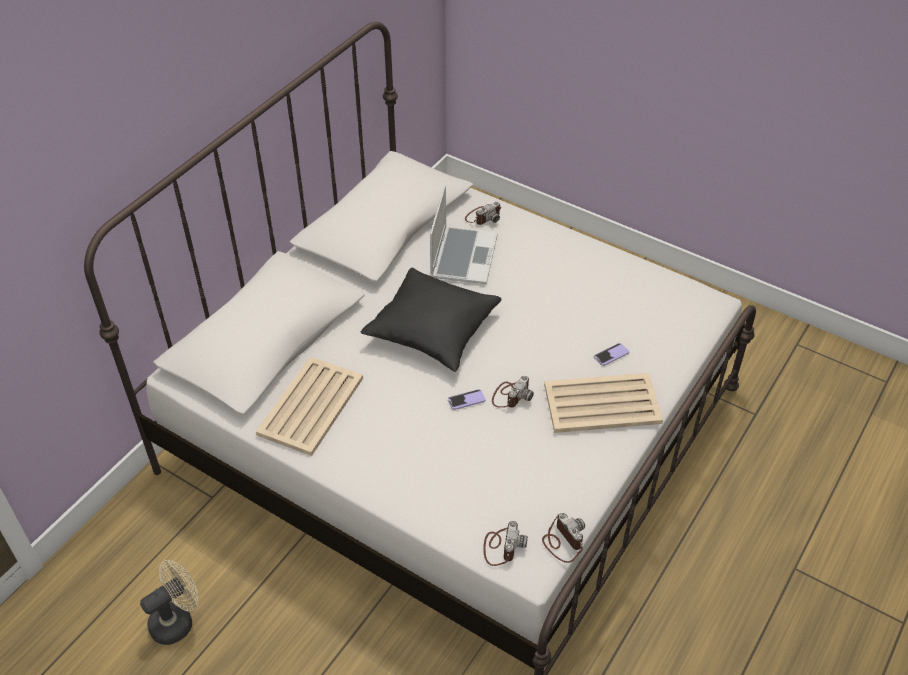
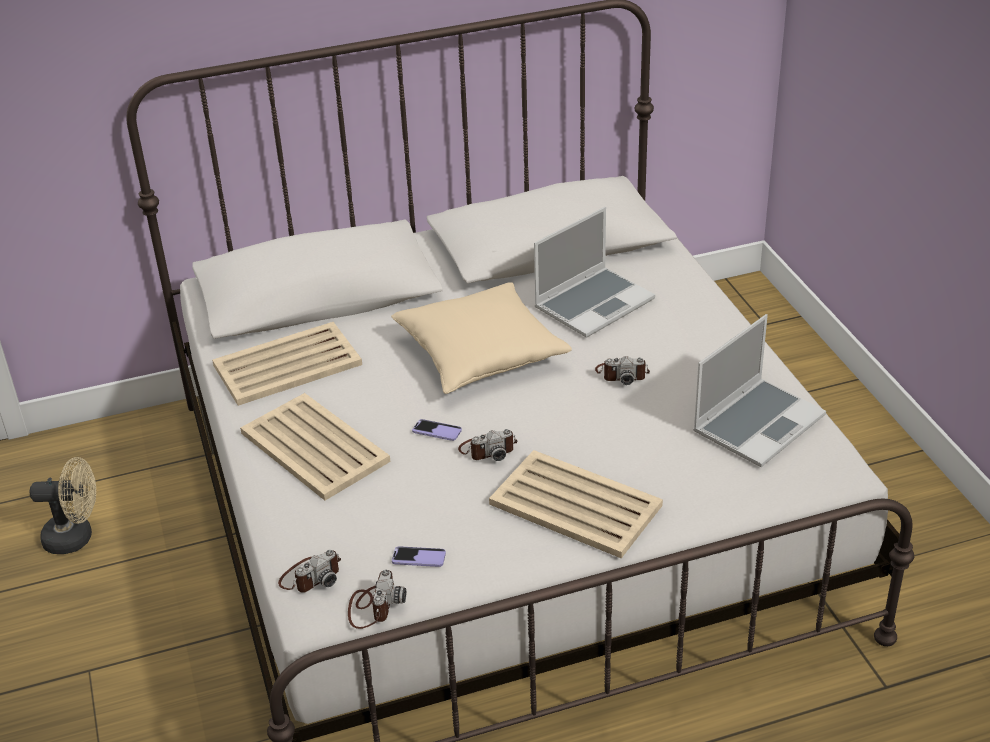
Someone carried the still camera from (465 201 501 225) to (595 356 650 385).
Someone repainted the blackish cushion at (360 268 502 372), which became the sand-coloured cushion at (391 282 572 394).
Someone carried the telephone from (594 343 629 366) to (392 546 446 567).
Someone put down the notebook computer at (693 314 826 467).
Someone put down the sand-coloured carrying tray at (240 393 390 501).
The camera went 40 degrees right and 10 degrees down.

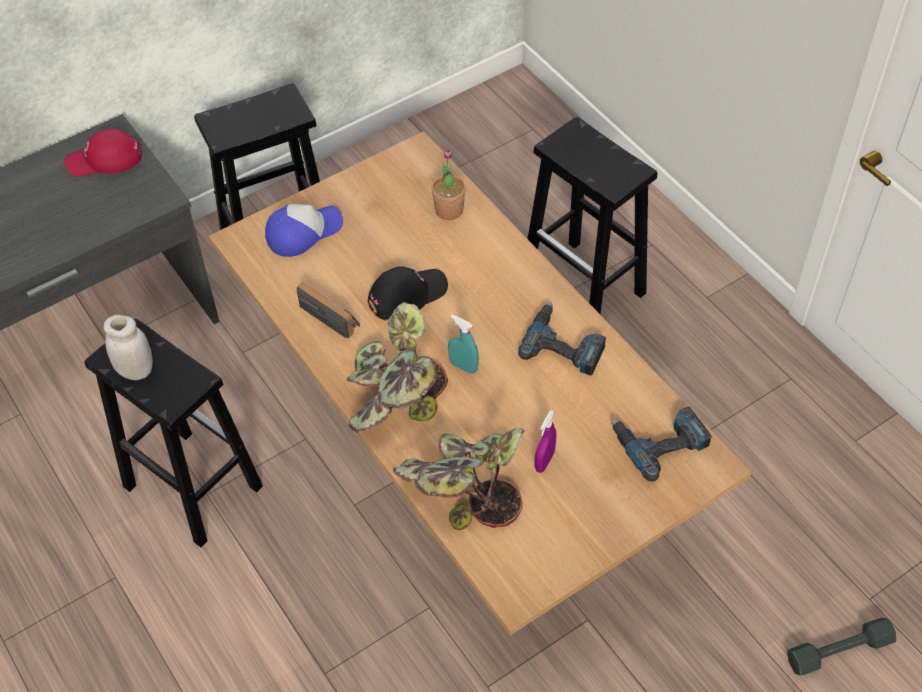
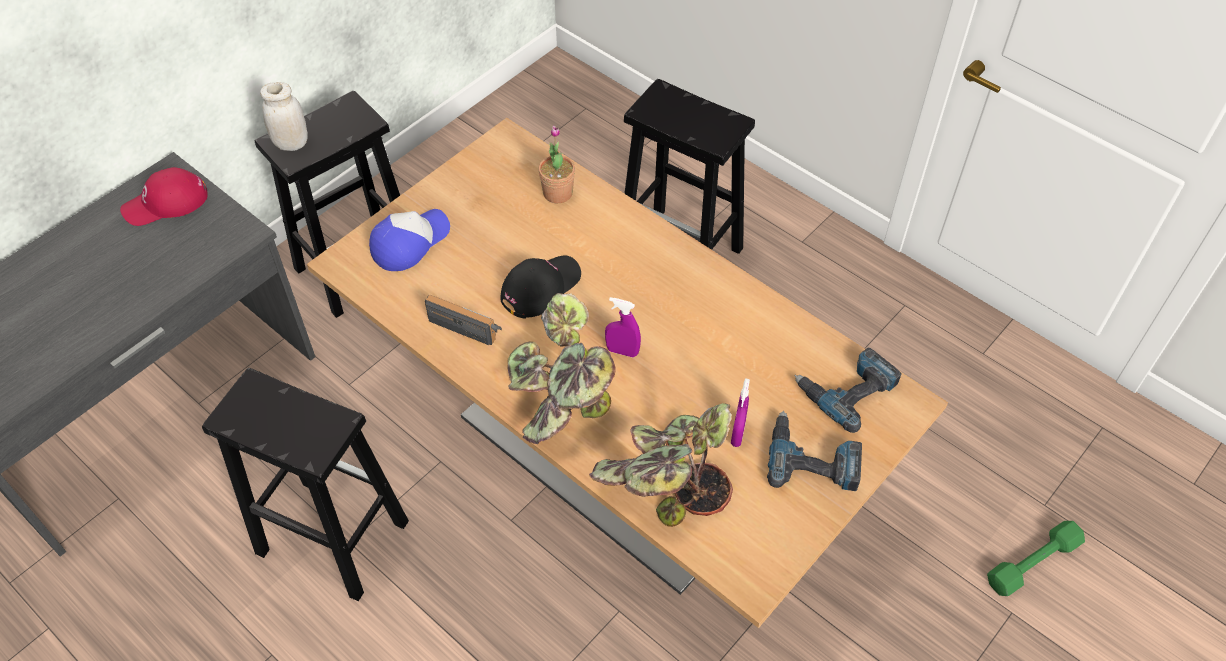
Someone carried the drill from (518 302 606 376) to (767 411 862 491).
Someone repainted the blue-green hand sprayer at (448 314 479 374), which became the purple-coloured hand sprayer at (605 297 641 357).
Someone carried the whitish preserve jar from (104 315 153 380) to (260 82 307 151).
Someone repainted the gray hand weight at (787 618 896 675), which became the greenish hand weight at (987 521 1085 596).
The camera went 15 degrees left and 0 degrees up.

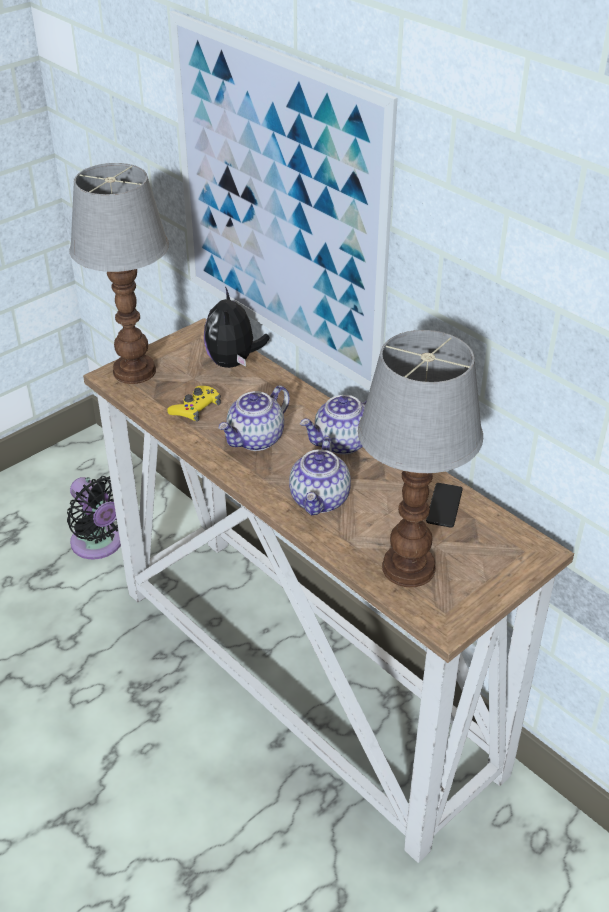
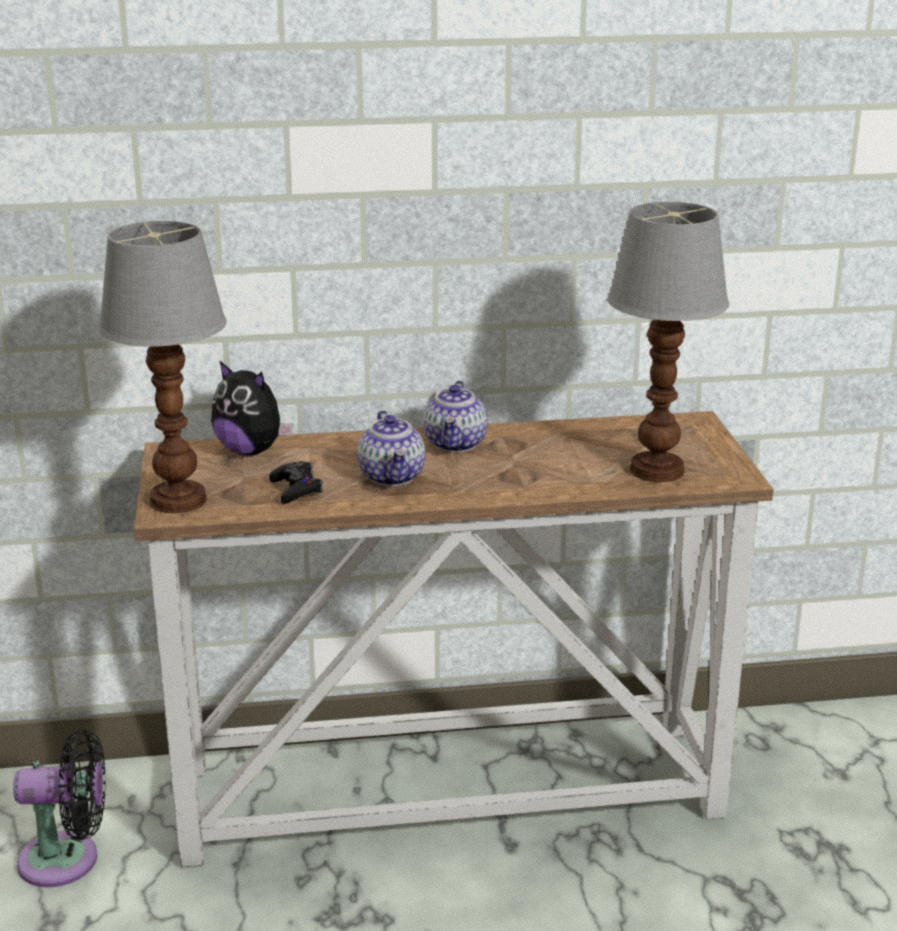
Someone took away the wall picture at (170 11 398 390).
Someone repainted the yellowish joypad at (167 386 221 422), which became the blackish joypad at (269 461 323 504).
Someone took away the pot for tea at (289 437 351 516).
Someone took away the telephone at (426 483 463 528).
The camera went 55 degrees left and 15 degrees down.

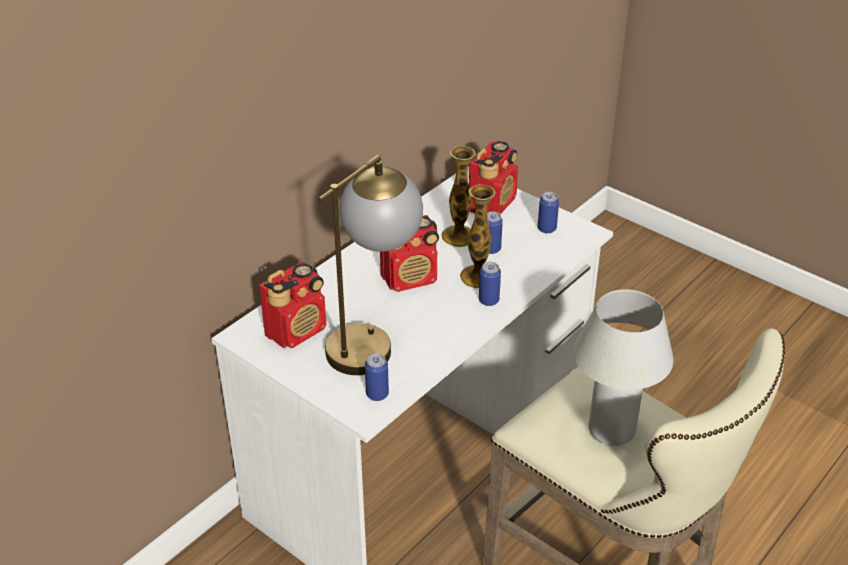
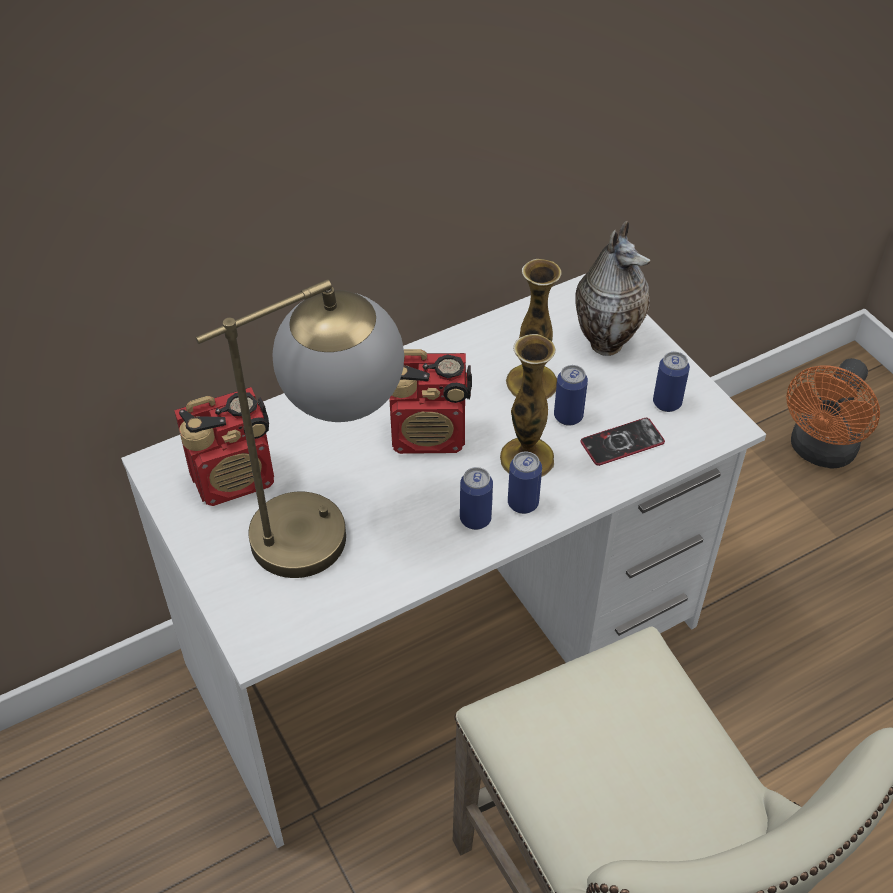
Someone swapped the radio set at (469 141 518 214) for the vase at (575 221 651 356).
Someone took away the whitish tabletop lamp at (573 289 674 446).
Someone carried the can from (365 353 389 401) to (460 467 493 530).
Someone put down the orangey fan at (786 358 880 469).
Someone put down the telephone at (580 418 665 466).
The camera went 20 degrees right and 10 degrees up.

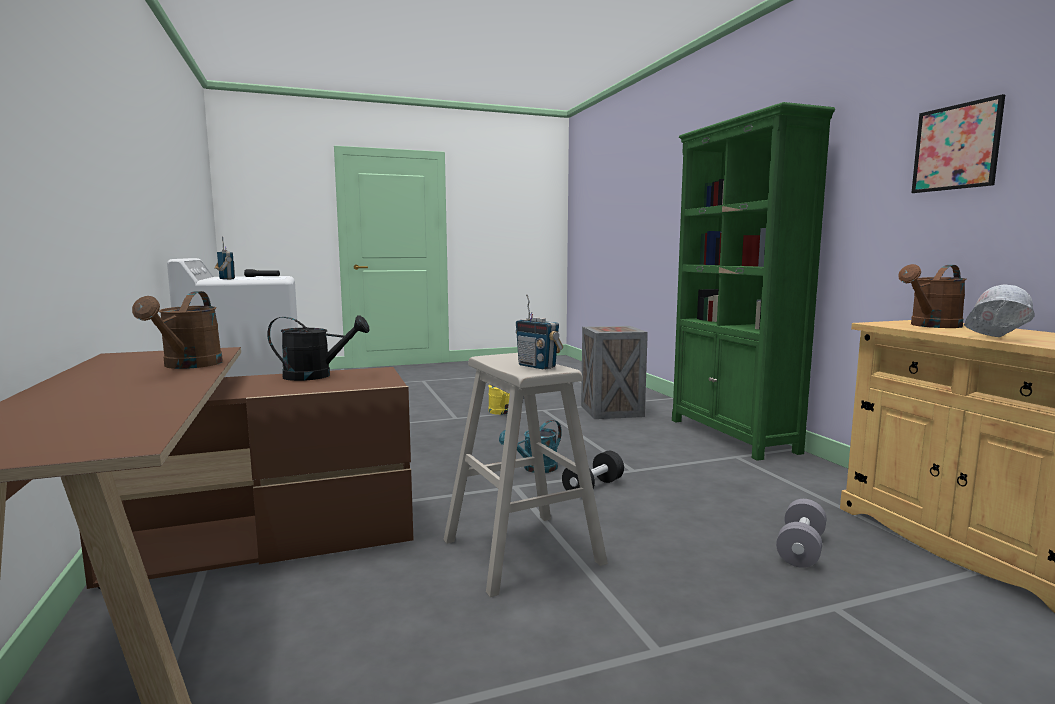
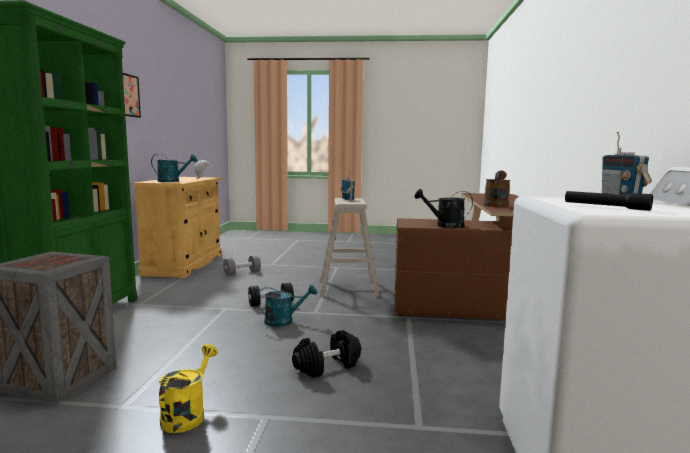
Someone repainted the brown sprinkling can at (898 264 967 328), which became the blue-green sprinkling can at (151 154 197 182).
Someone put down the blackish hand weight at (292 330 361 378).
The camera went 155 degrees left and 0 degrees up.

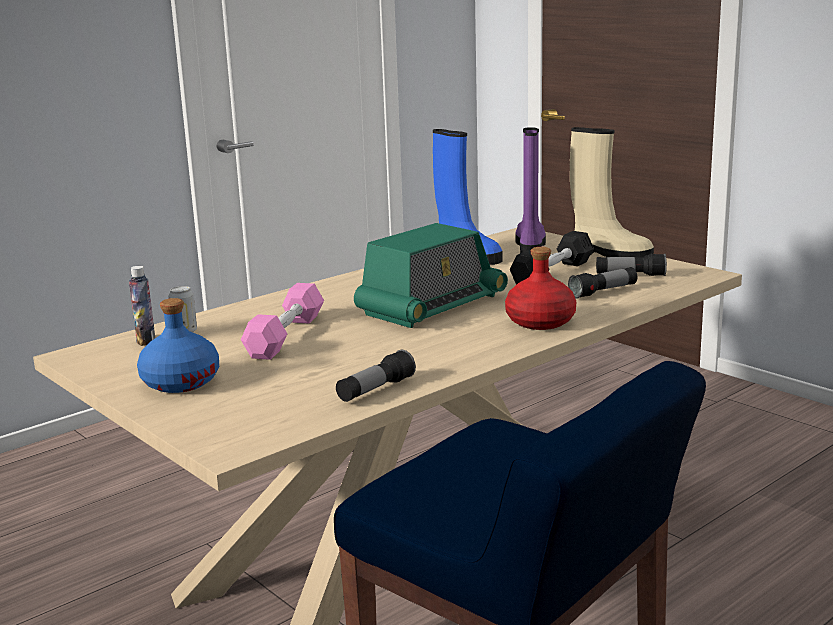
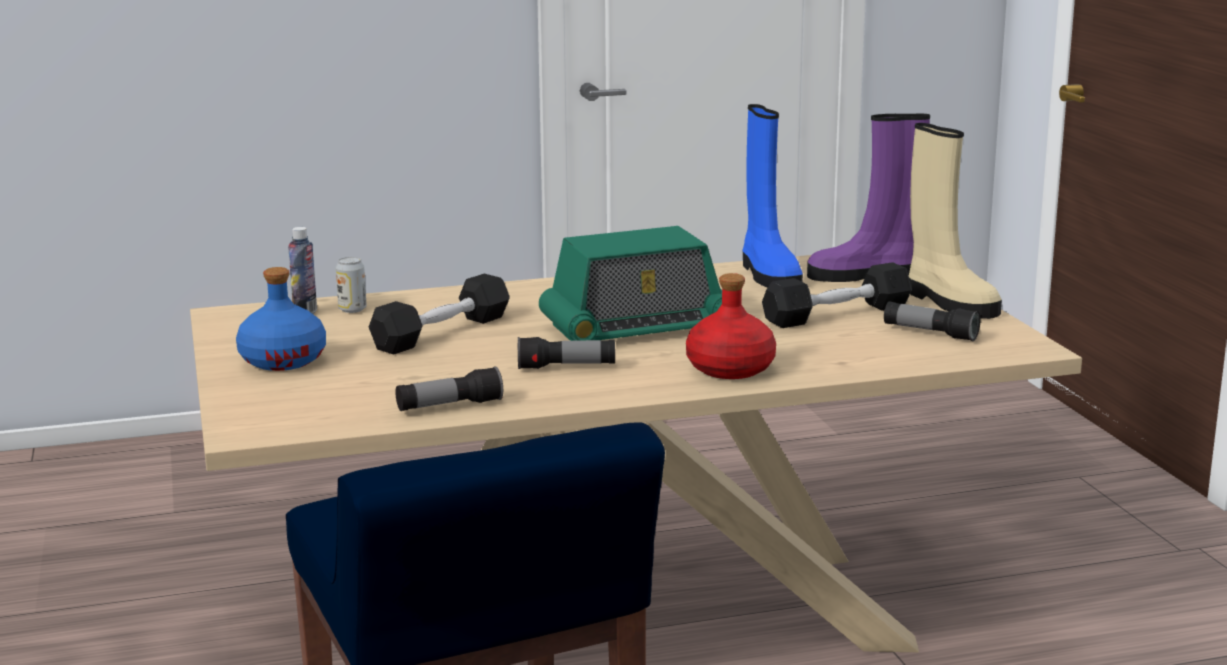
Someone rotated the purple-coloured tall boot at (516 127 546 253) by 120 degrees counterclockwise.
Someone carried the flashlight from (568 267 637 299) to (518 337 615 369).
Someone repainted the pink-coloured hand weight at (241 283 324 360), which became the blackish hand weight at (369 274 510 355).
The camera went 25 degrees right and 0 degrees up.

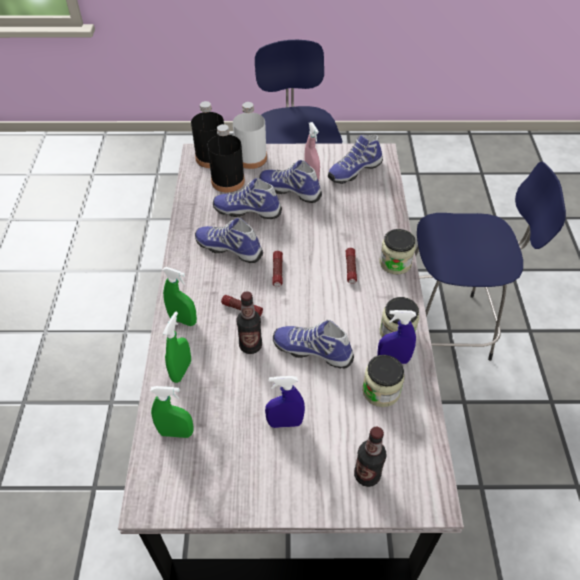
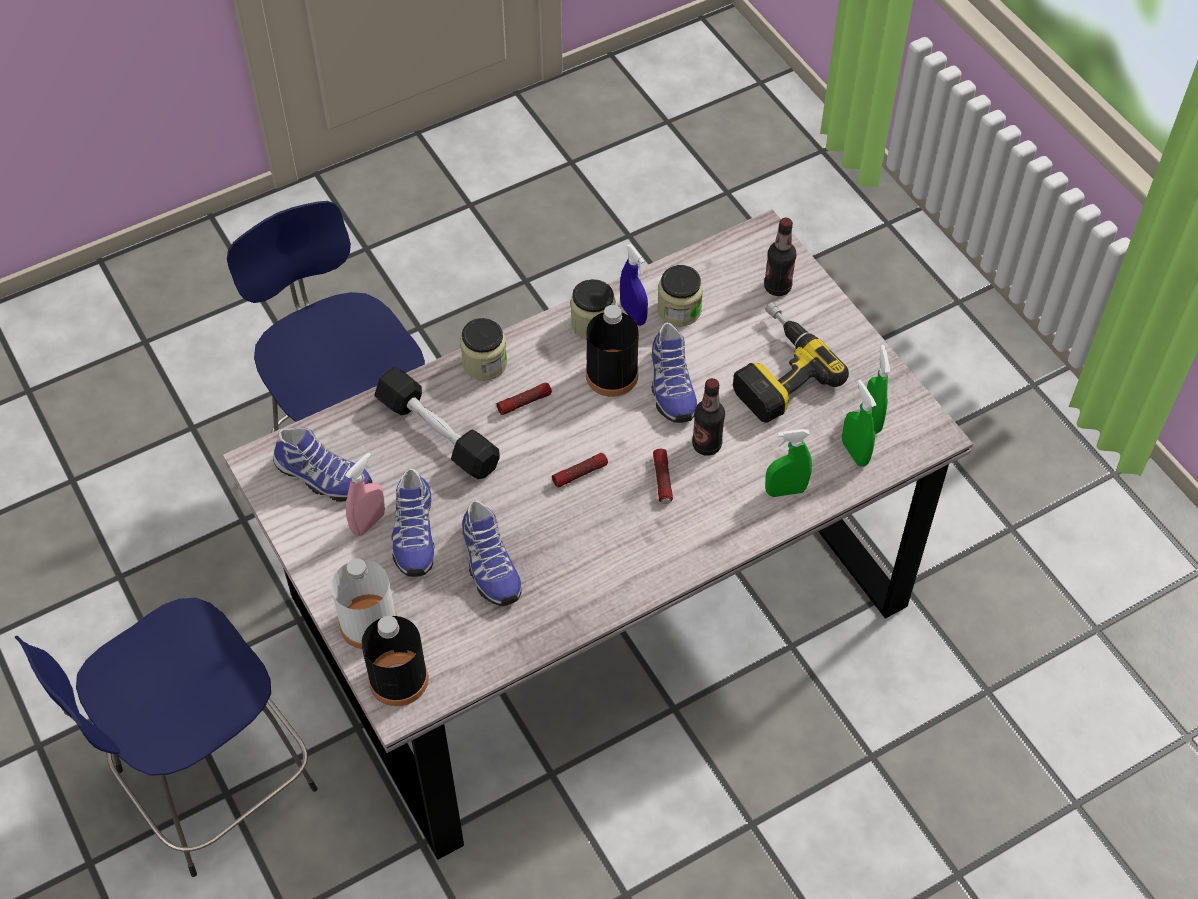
Someone carried the blackish drink bottle from (207 124 245 193) to (586 305 639 397).
Someone took away the item of footwear at (195 218 263 263).
Someone carried the greenish hand sprayer from (162 267 197 326) to (867 345 890 434).
Someone swapped the bluish hand sprayer at (265 376 305 428) for the drill at (733 302 849 422).
Someone put down the blackish hand weight at (374 367 500 479).
The camera went 120 degrees left and 5 degrees up.

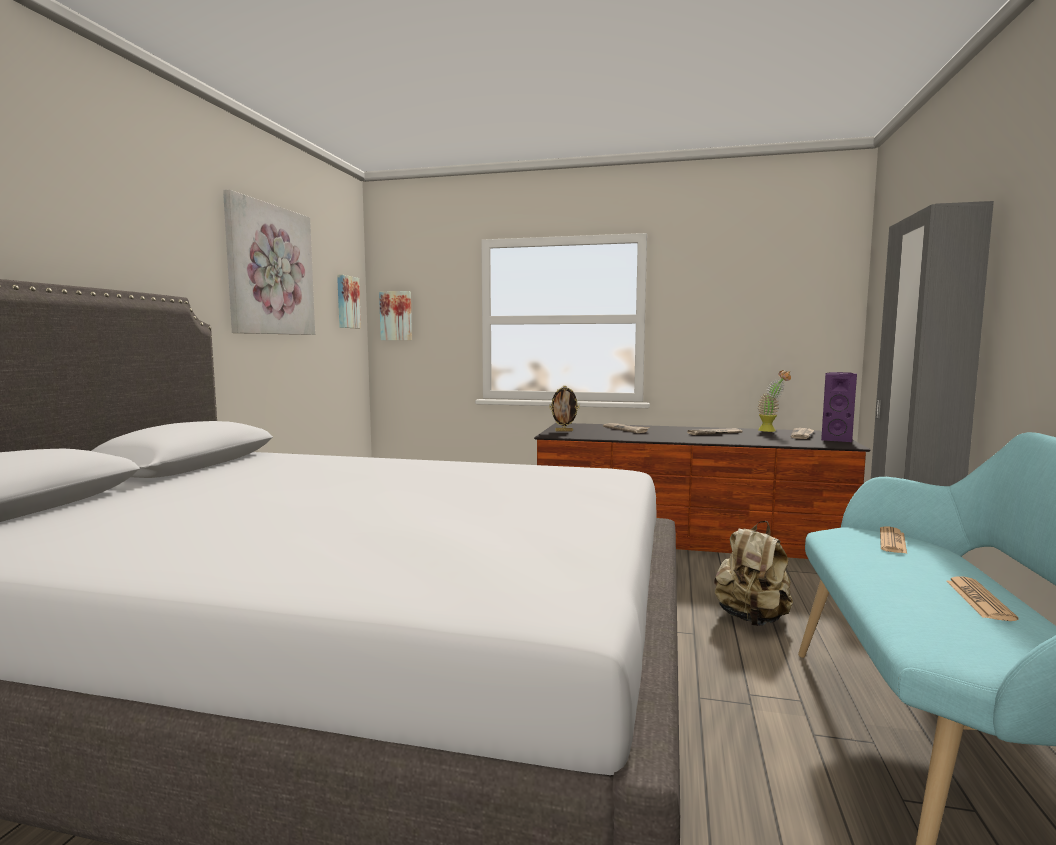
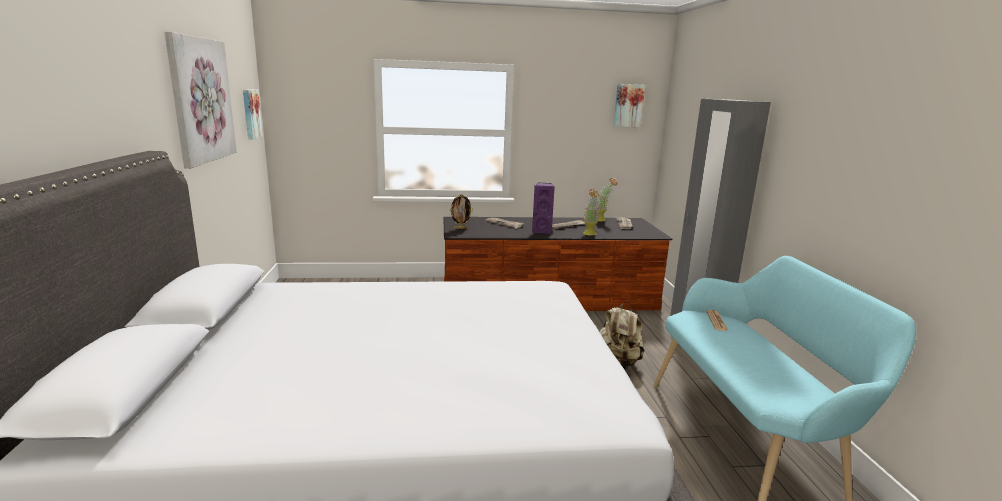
Someone carried the wall picture from (379 291 412 340) to (613 84 645 127).
Someone carried the purple-coloured speaker from (821 372 857 442) to (532 183 555 234).
Someone took away the newspaper at (946 577 1018 621).
Someone put down the plant in a pot at (583 189 601 235).
The camera went 20 degrees left and 10 degrees up.

